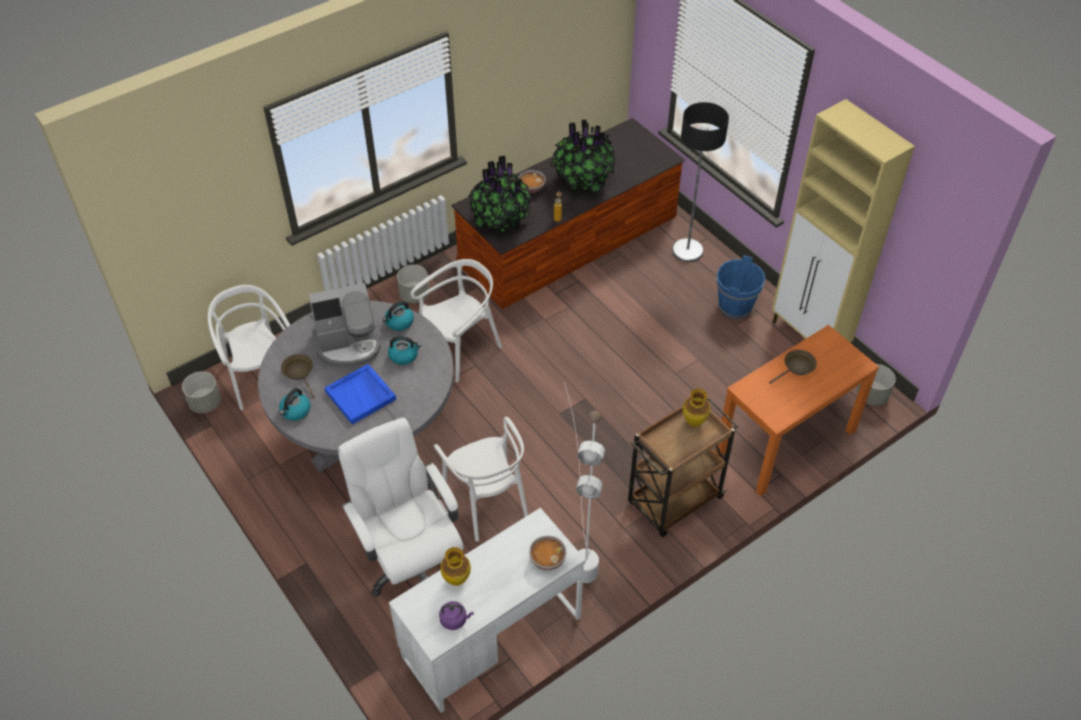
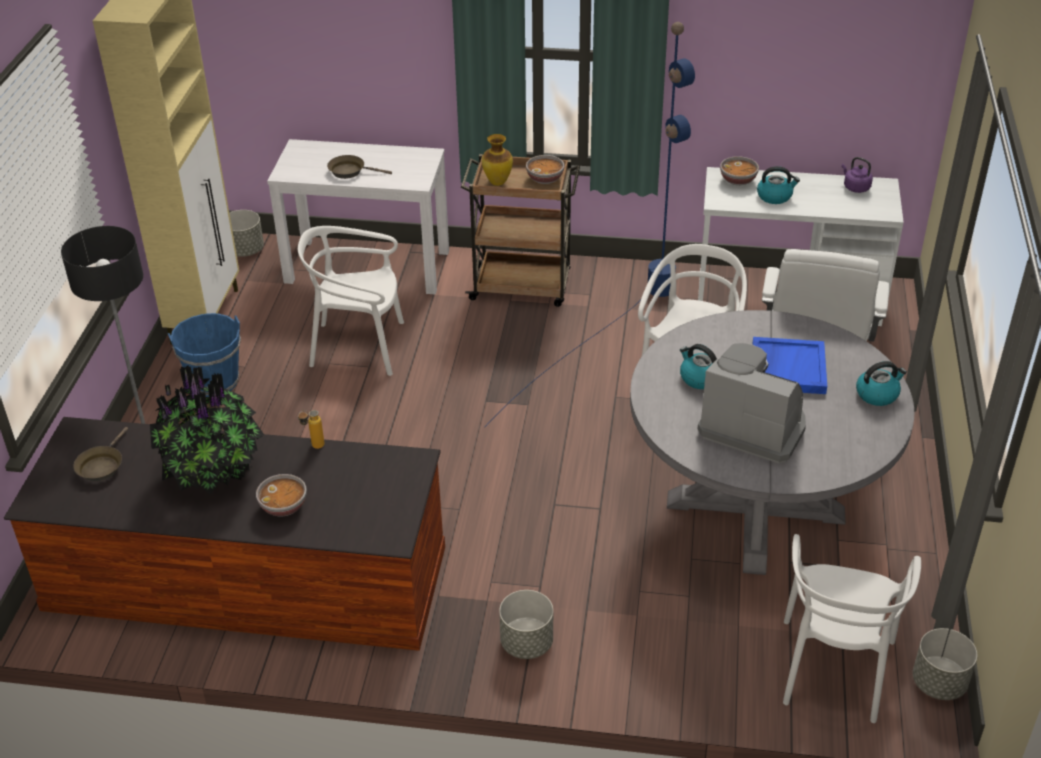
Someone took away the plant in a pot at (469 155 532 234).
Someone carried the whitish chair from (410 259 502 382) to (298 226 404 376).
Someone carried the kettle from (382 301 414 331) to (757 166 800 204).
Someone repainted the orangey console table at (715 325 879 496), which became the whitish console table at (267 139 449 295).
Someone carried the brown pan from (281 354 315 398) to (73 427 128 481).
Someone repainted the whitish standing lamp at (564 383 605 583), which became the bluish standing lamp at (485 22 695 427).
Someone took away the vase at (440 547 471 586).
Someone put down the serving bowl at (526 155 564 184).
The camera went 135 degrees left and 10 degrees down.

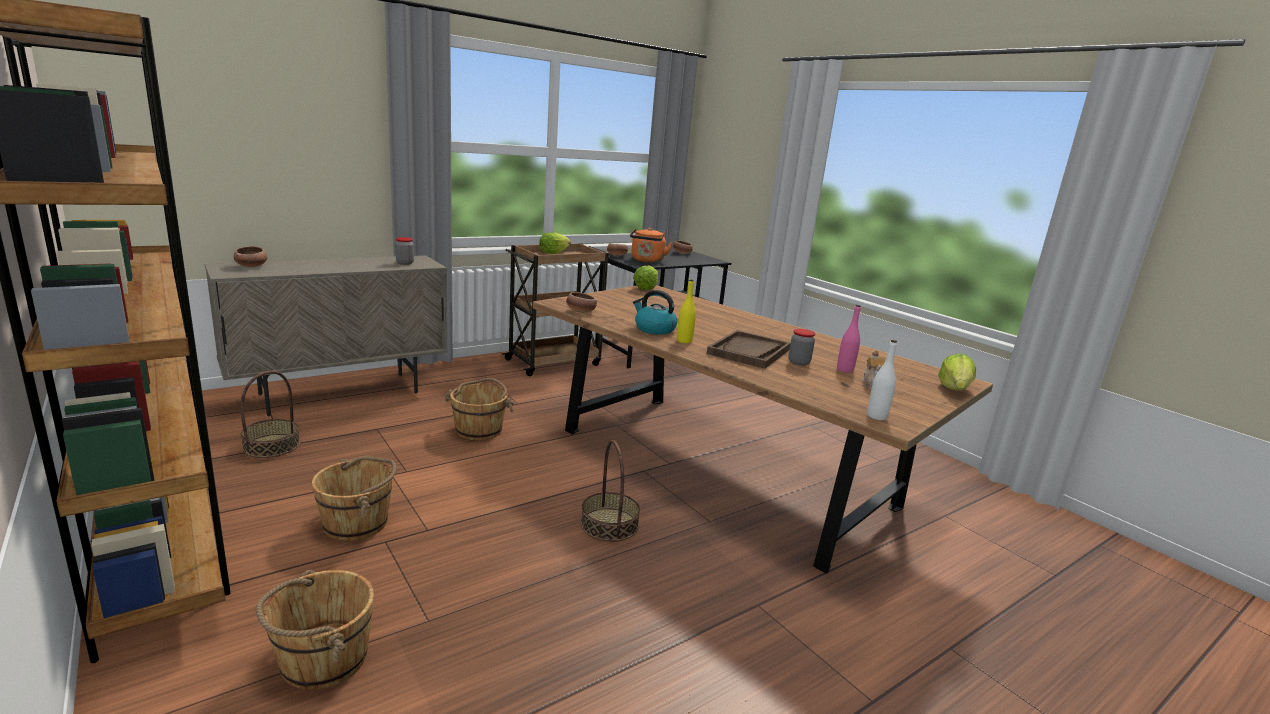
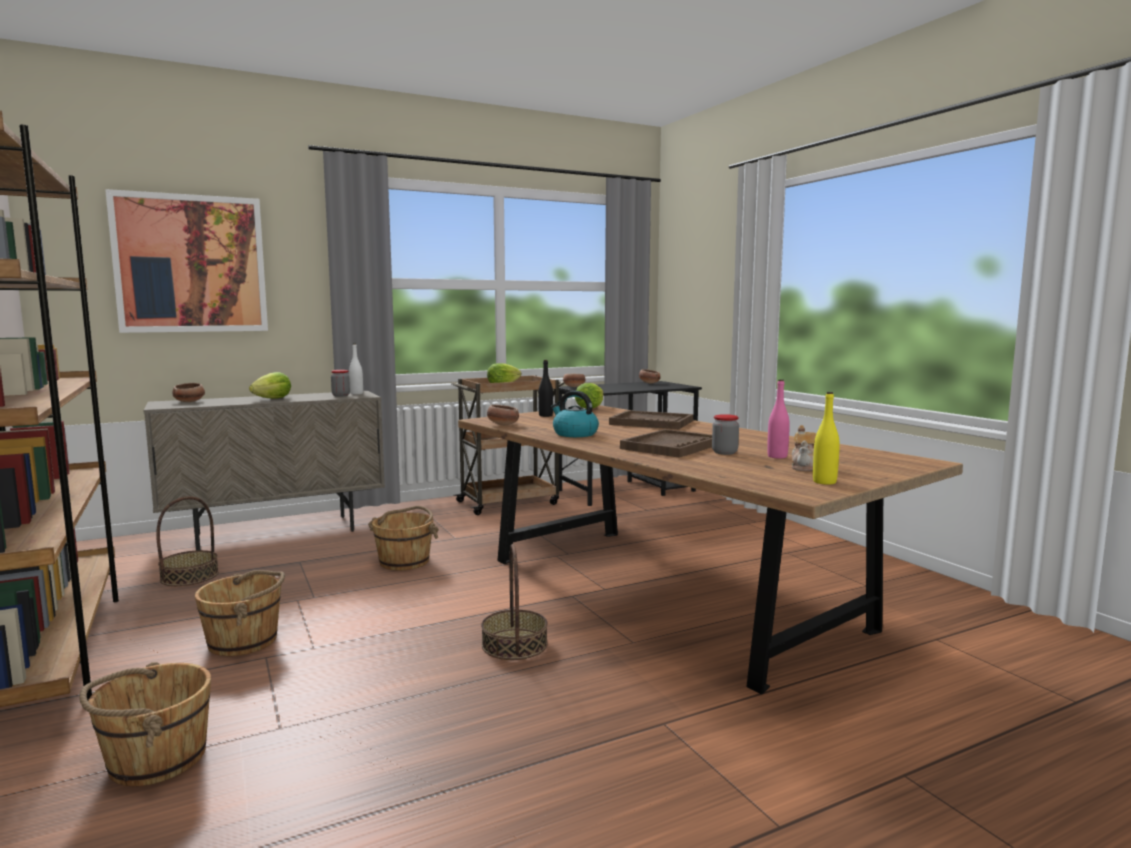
Someone took away the orangey kettle at (630 228 673 262).
Someone carried the yellowish drink bottle from (677 279 696 343) to (813 392 840 485).
Someone carried the whitish drink bottle from (867 340 897 420) to (349 343 363 394).
Someone carried the lettuce from (938 353 976 391) to (249 372 291 398).
Someone put up the wall picture at (105 189 268 333).
Someone put down the blackish drink bottle at (538 360 553 417).
Someone put down the brown carrying tray at (609 410 693 429).
The camera went 10 degrees right and 10 degrees down.

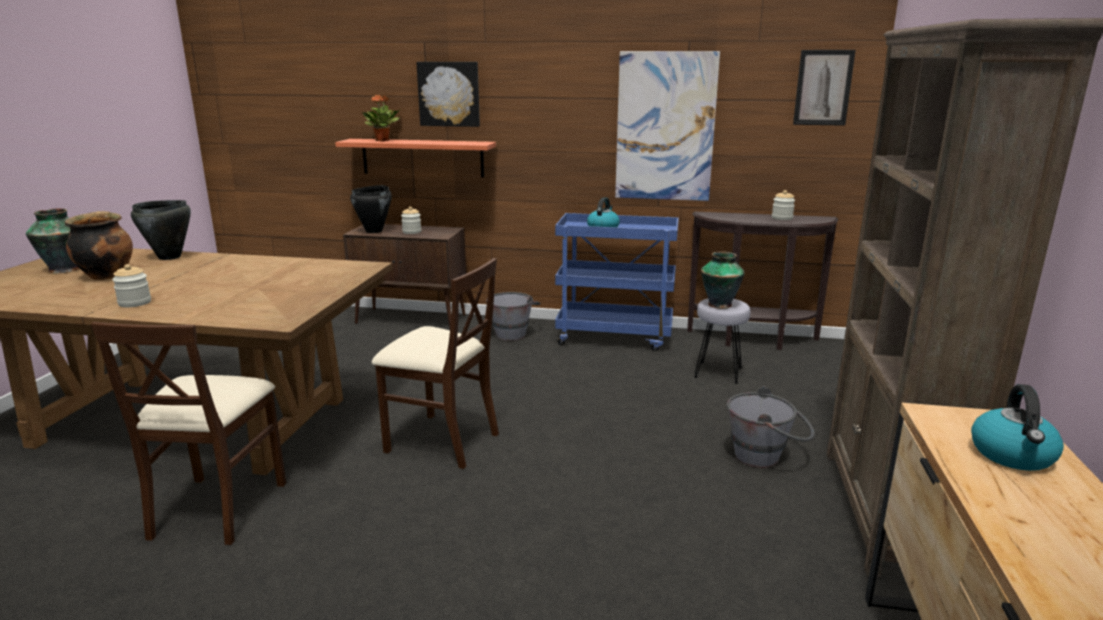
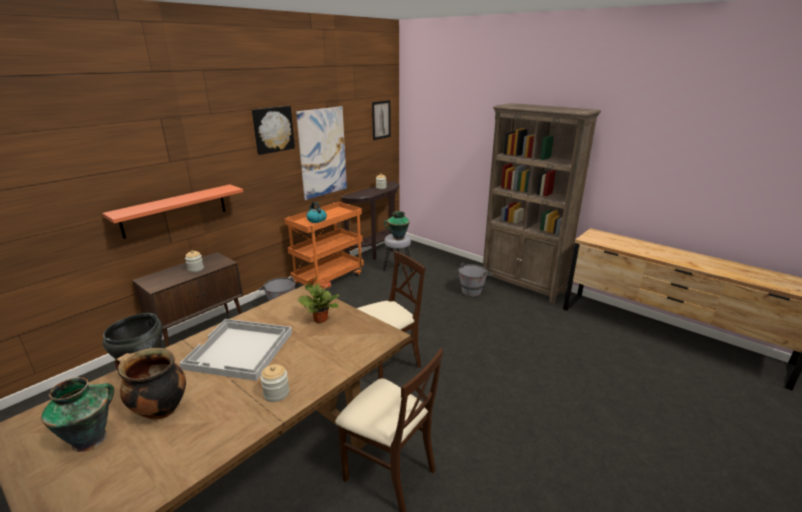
Someone carried the wall picture from (416 62 480 127) to (252 106 295 155).
Someone carried the plant in a pot from (362 95 401 142) to (297 277 340 323).
Someone took away the blackish saucepot at (350 185 392 233).
Someone repainted the bluish trolley at (555 213 679 351), which became the orangey trolley at (284 202 364 286).
Someone took away the kettle at (971 384 1064 471).
Someone put down the whitish carrying tray at (179 319 292 381).
The camera went 60 degrees left and 5 degrees up.

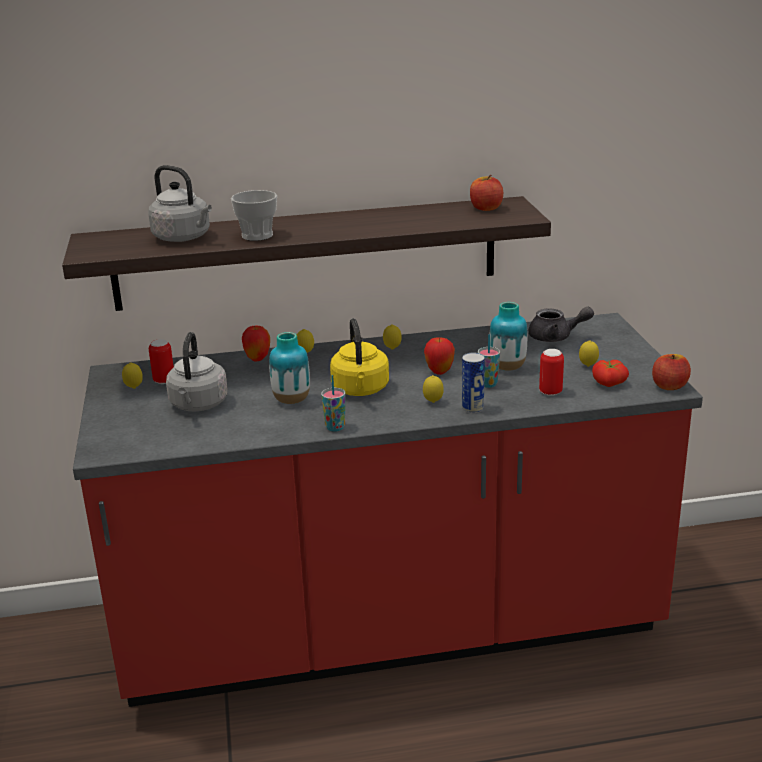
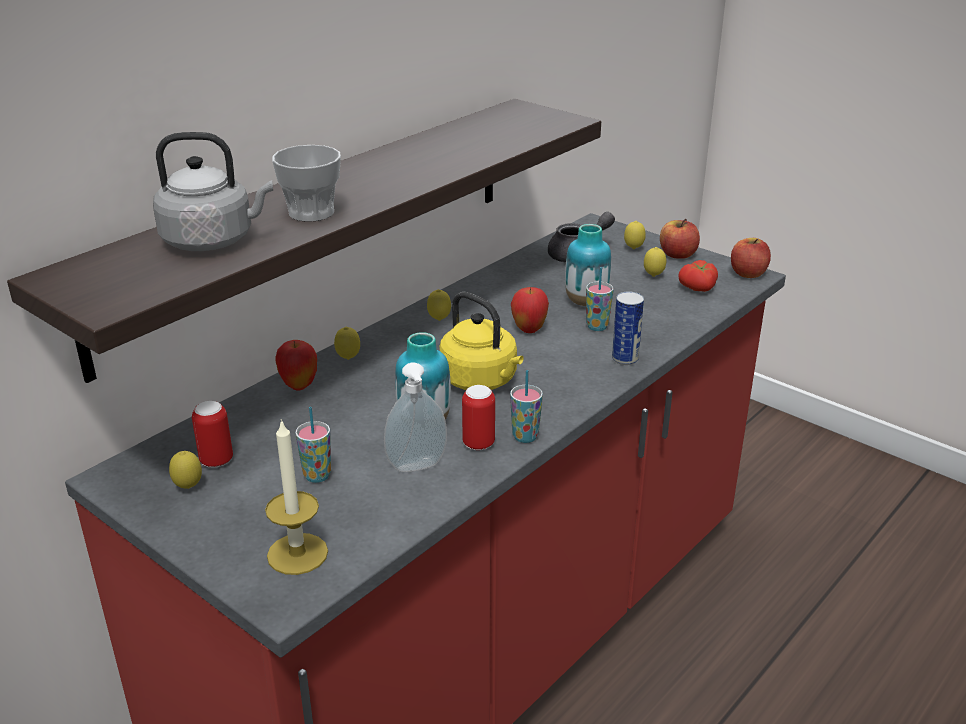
Someone carried the apple fruit from (470 175 503 211) to (660 219 700 259).
Someone swapped the gray kettle at (166 332 228 412) for the drinking cup at (295 407 331 483).
Someone carried the can from (539 349 564 396) to (462 385 495 450).
Someone carried the whole lemon from (423 375 444 403) to (624 221 646 249).
Someone put down the soap bottle at (384 362 447 472).
Someone put down the wax candle at (265 419 328 575).
The camera went 40 degrees left and 5 degrees up.

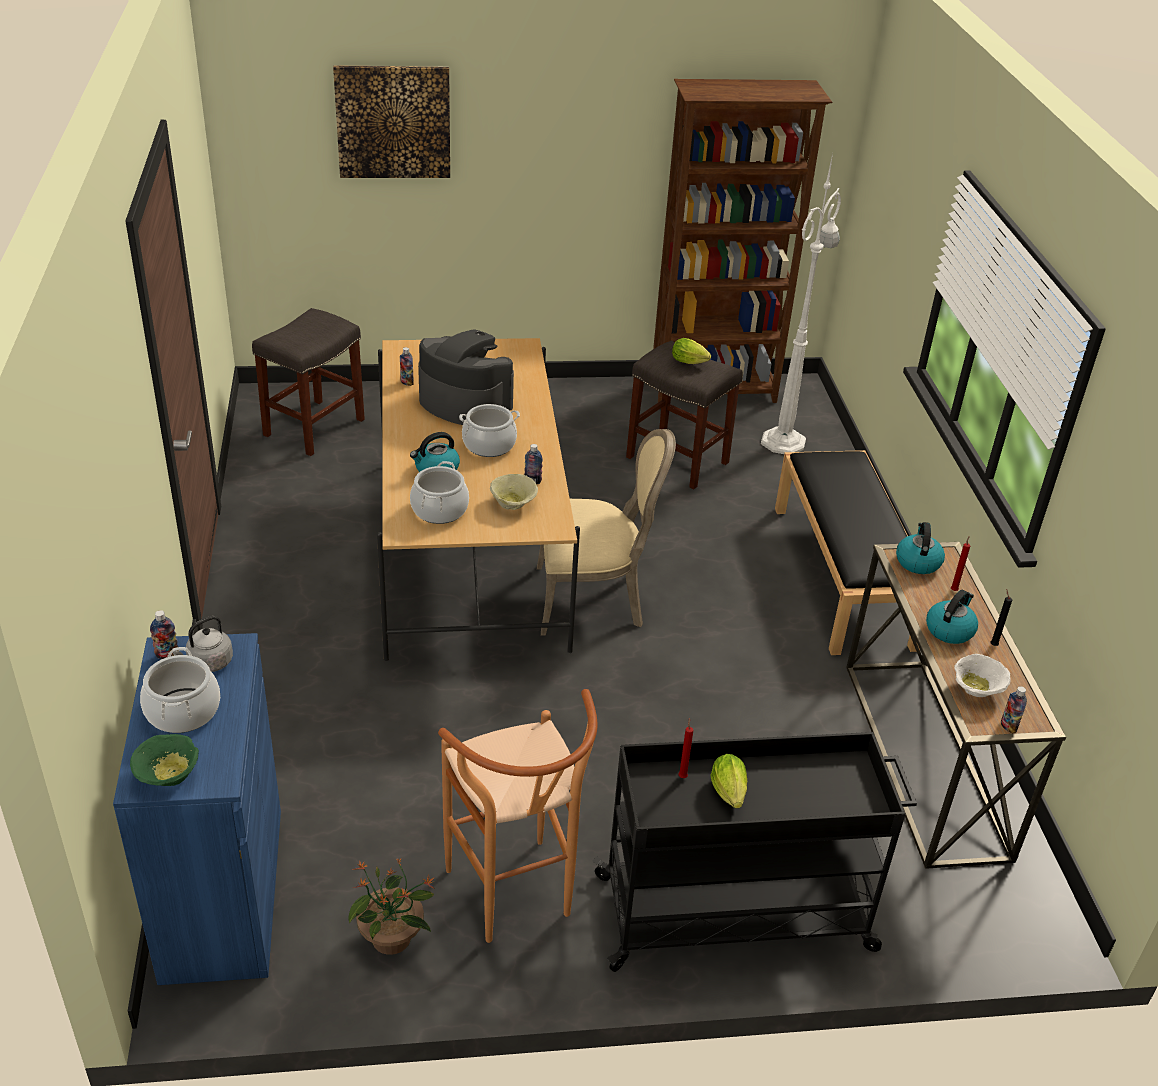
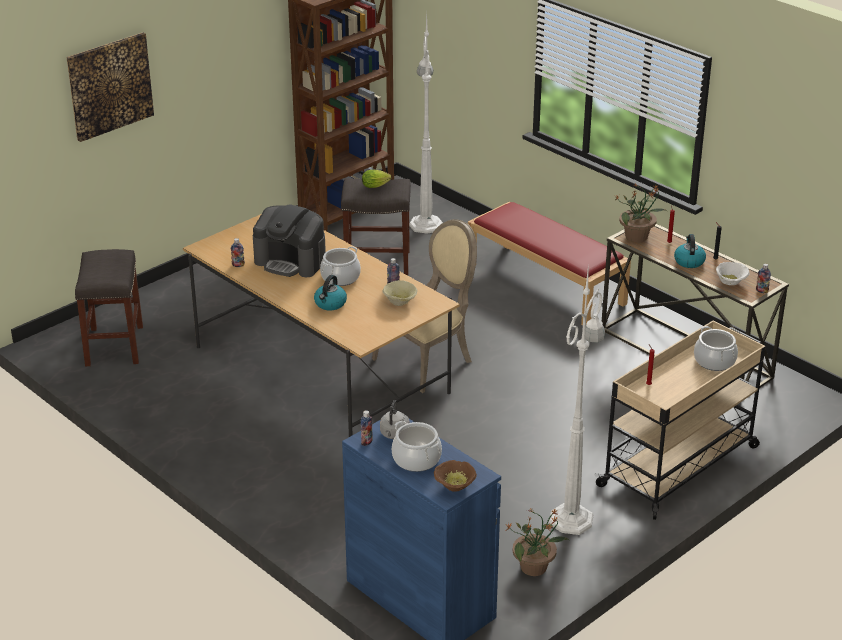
Someone rotated the coffee machine at (418 329 514 425) by 150 degrees counterclockwise.
Someone repainted the blackish long seat at (775 450 920 655), which became the reddish long seat at (468 202 631 326).
Someone carried the saucepot from (410 461 469 524) to (694 326 738 371).
Someone swapped the kettle at (896 522 945 574) for the plant in a pot at (615 184 667 242).
Someone swapped the brown stool at (438 689 597 943) for the whitish standing lamp at (549 262 605 535).
Someone repainted the blackish trolley at (592 732 917 972), which became the sand-coloured trolley at (594 321 765 520).
Someone repainted the greenish serving bowl at (130 734 199 786), which became the brown serving bowl at (434 460 477 492).
Someone took away the lettuce at (710 754 747 808).
The camera went 35 degrees left and 5 degrees down.

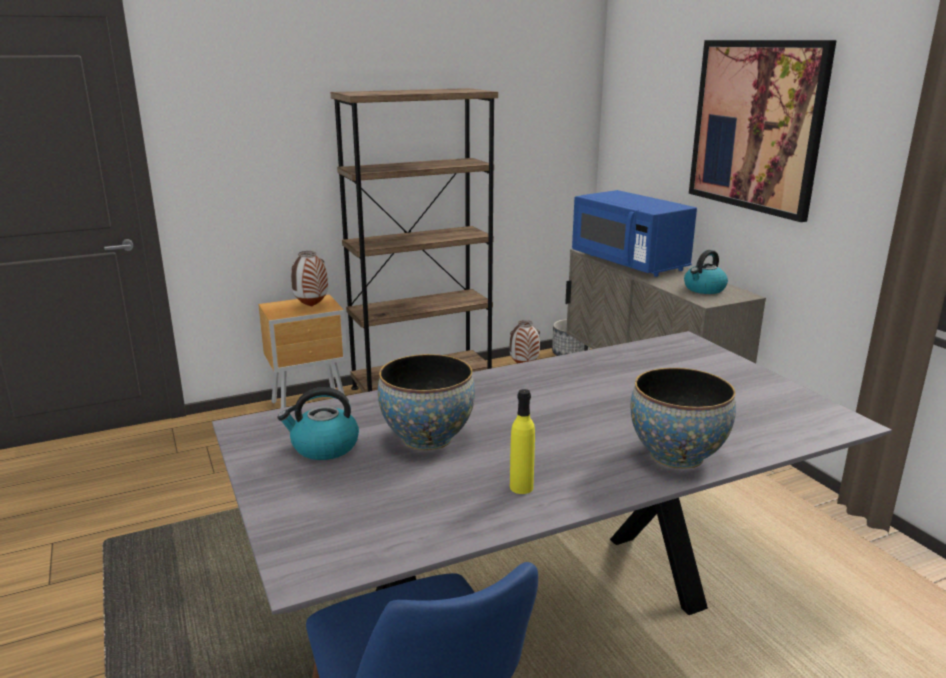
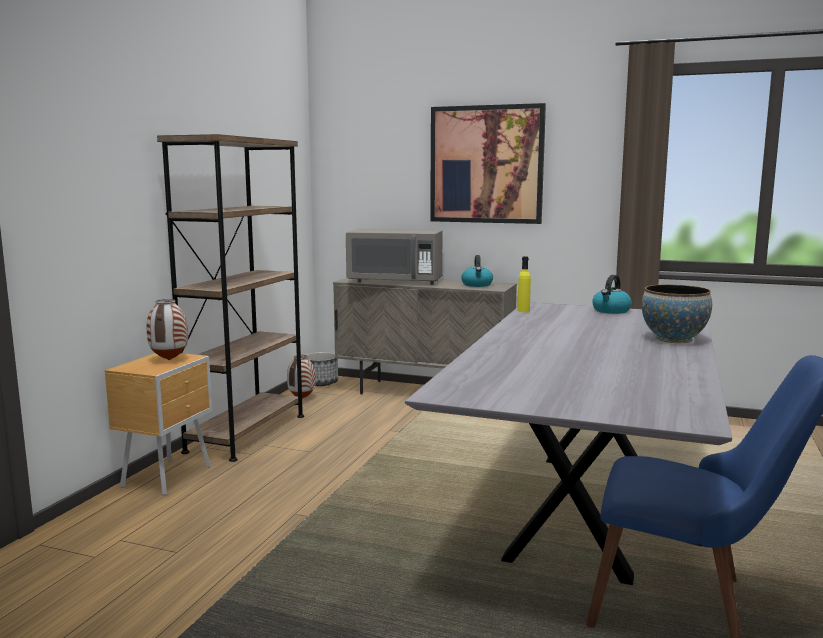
Someone repainted the bluish kitchen microwave at (572 190 697 277), which became the gray kitchen microwave at (346 229 443 285).
Someone took away the serving bowl at (378 354 475 450).
Someone carried the kettle from (277 387 359 460) to (592 275 632 314).
Someone carried the yellowish drink bottle from (510 389 535 494) to (517 256 531 312).
The camera went 45 degrees left and 10 degrees down.

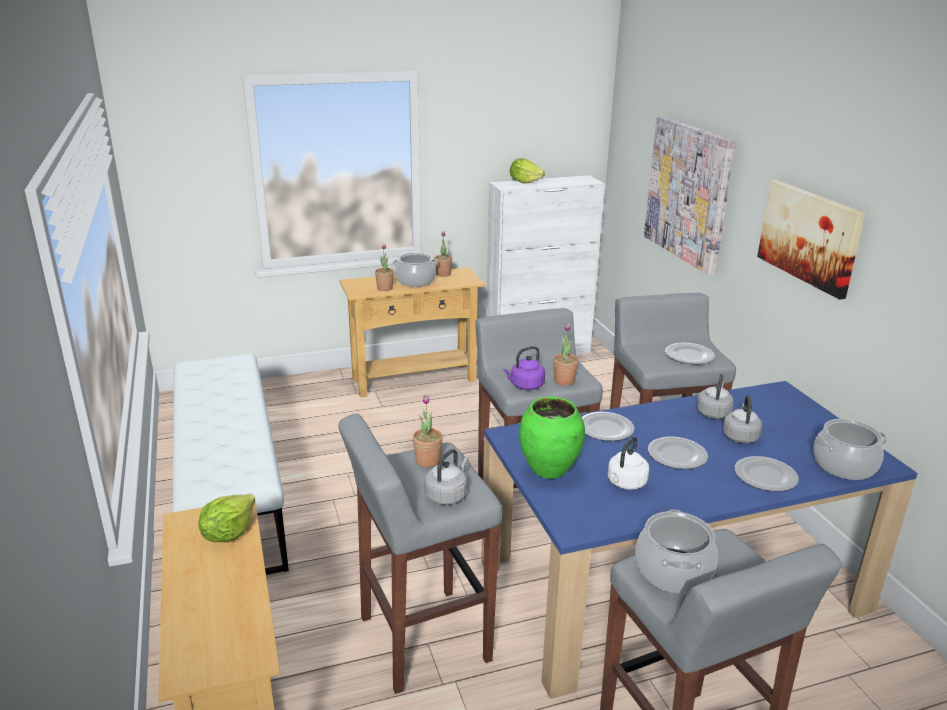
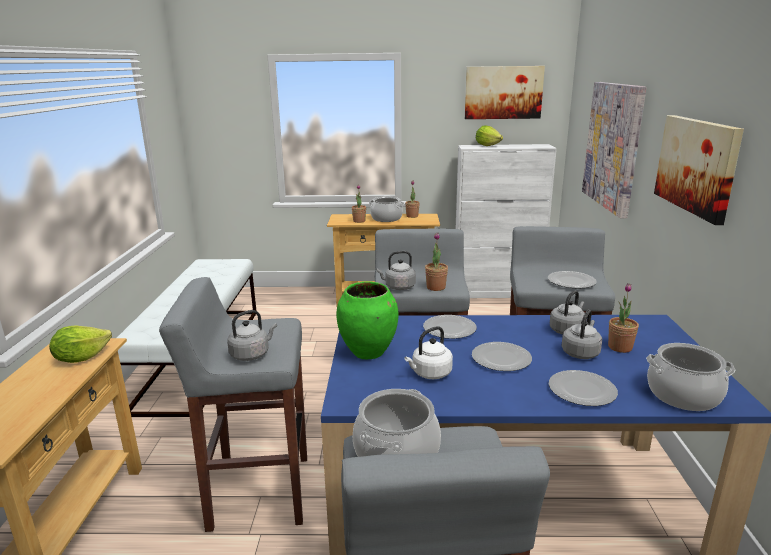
Someone repainted the purple-coloured kettle at (503 346 545 390), which became the gray kettle at (376 251 416 290).
Someone carried the plant in a pot from (413 395 443 467) to (608 283 639 353).
Someone put up the wall picture at (465 66 545 119).
The camera went 20 degrees right and 5 degrees down.

